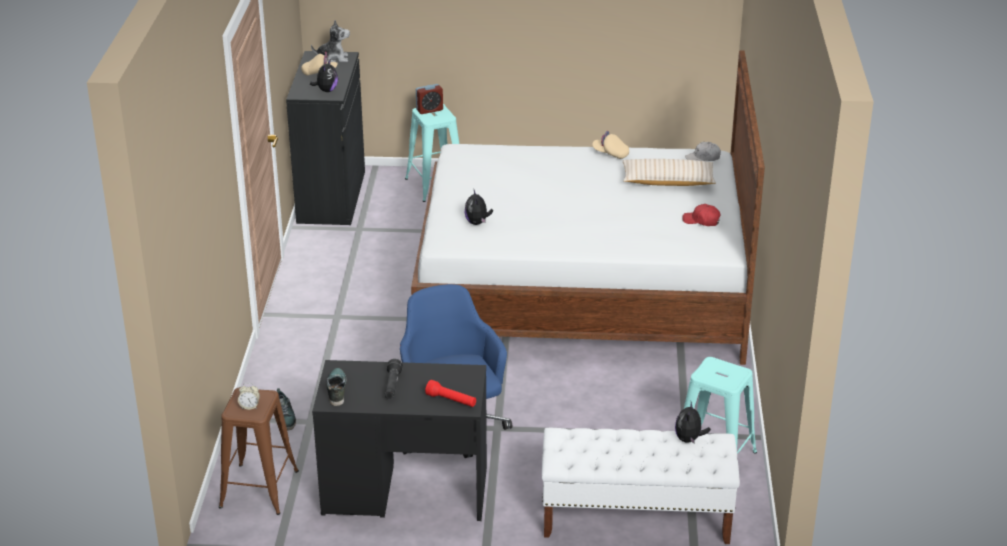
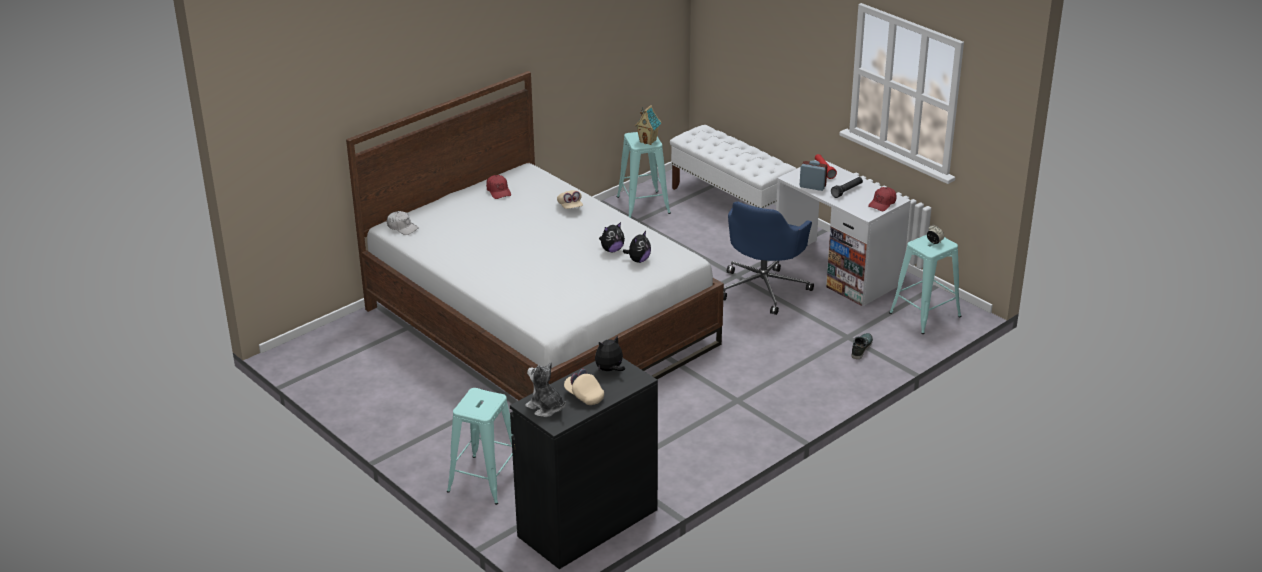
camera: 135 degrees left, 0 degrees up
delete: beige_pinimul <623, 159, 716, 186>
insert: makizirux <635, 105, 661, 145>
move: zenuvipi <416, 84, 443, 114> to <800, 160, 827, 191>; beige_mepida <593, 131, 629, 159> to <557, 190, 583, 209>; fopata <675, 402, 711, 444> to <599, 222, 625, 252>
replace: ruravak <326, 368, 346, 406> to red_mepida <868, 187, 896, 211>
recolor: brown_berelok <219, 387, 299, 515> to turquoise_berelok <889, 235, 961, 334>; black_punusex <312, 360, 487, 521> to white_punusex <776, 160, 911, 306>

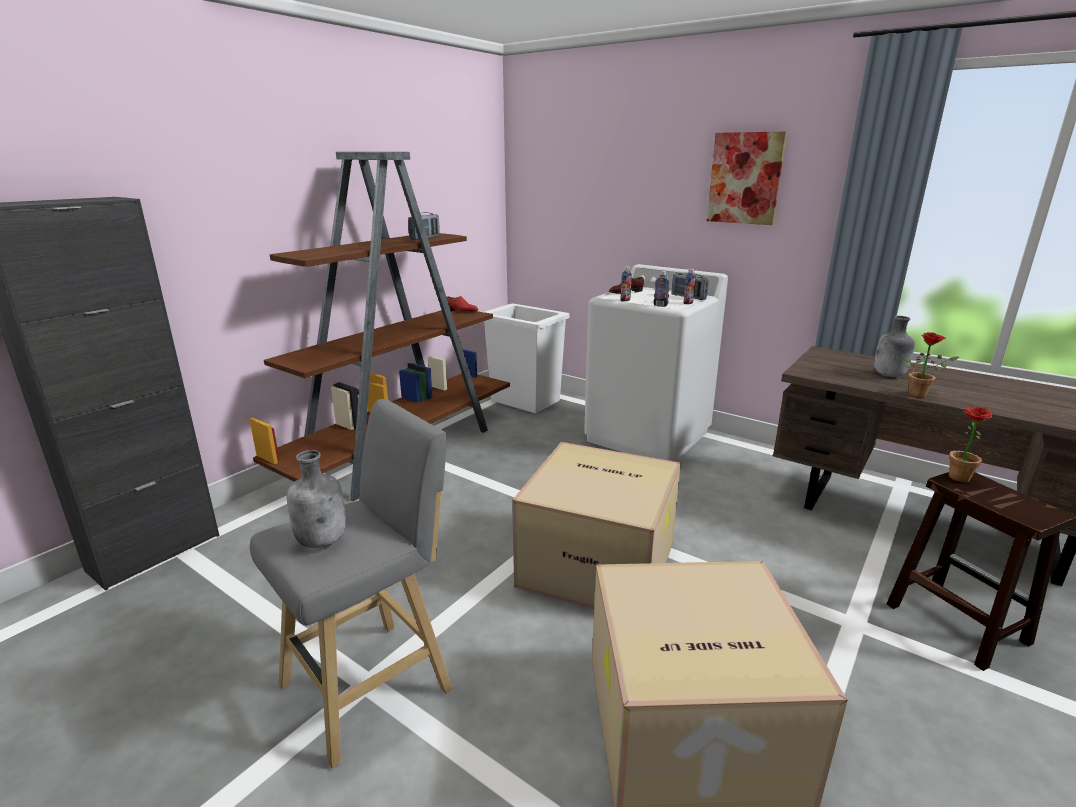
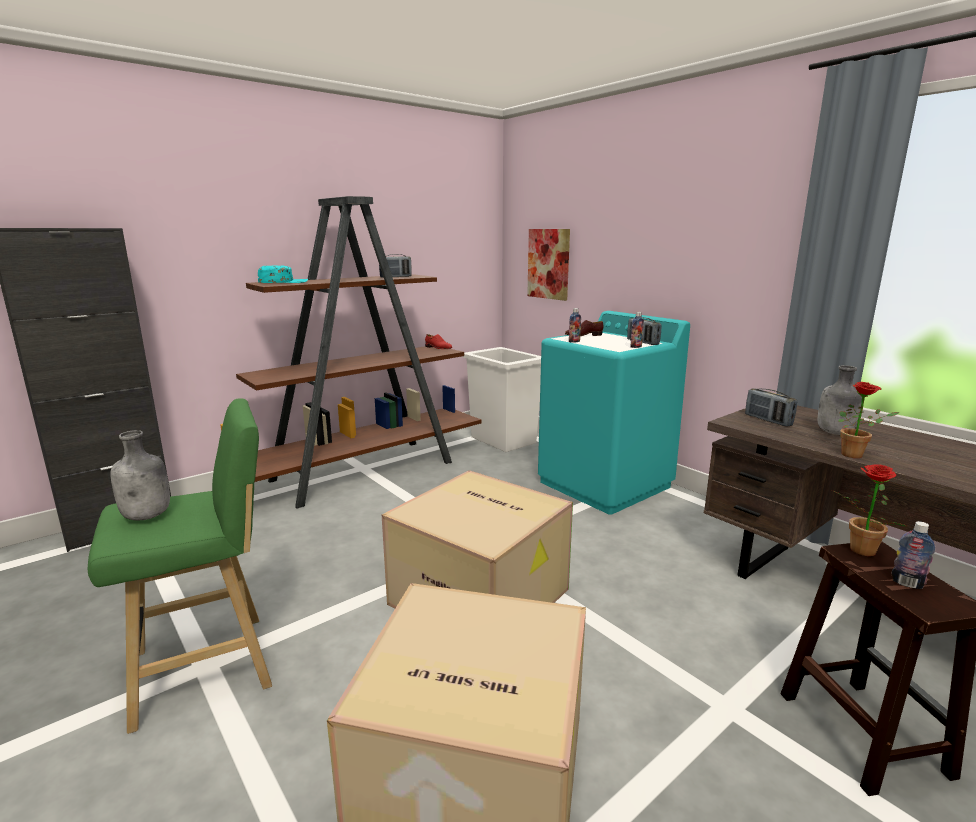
camera: 15 degrees right, 5 degrees down
insert: turquoise_mepida <258, 265, 308, 283>; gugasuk <745, 388, 797, 427>
move: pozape <653, 271, 670, 307> to <892, 521, 935, 589>; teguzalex <707, 131, 787, 225> to <527, 229, 570, 301>
recolor: grey_berelok <250, 399, 453, 769> to green_berelok <88, 398, 272, 734>; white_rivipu <584, 264, 728, 462> to turquoise_rivipu <538, 311, 690, 515>

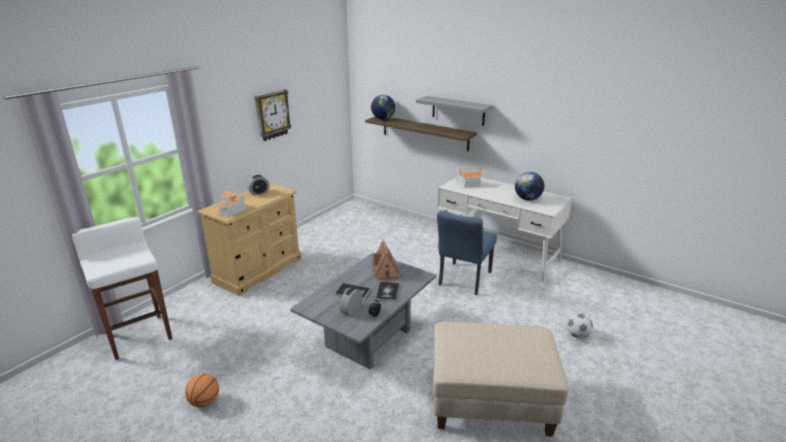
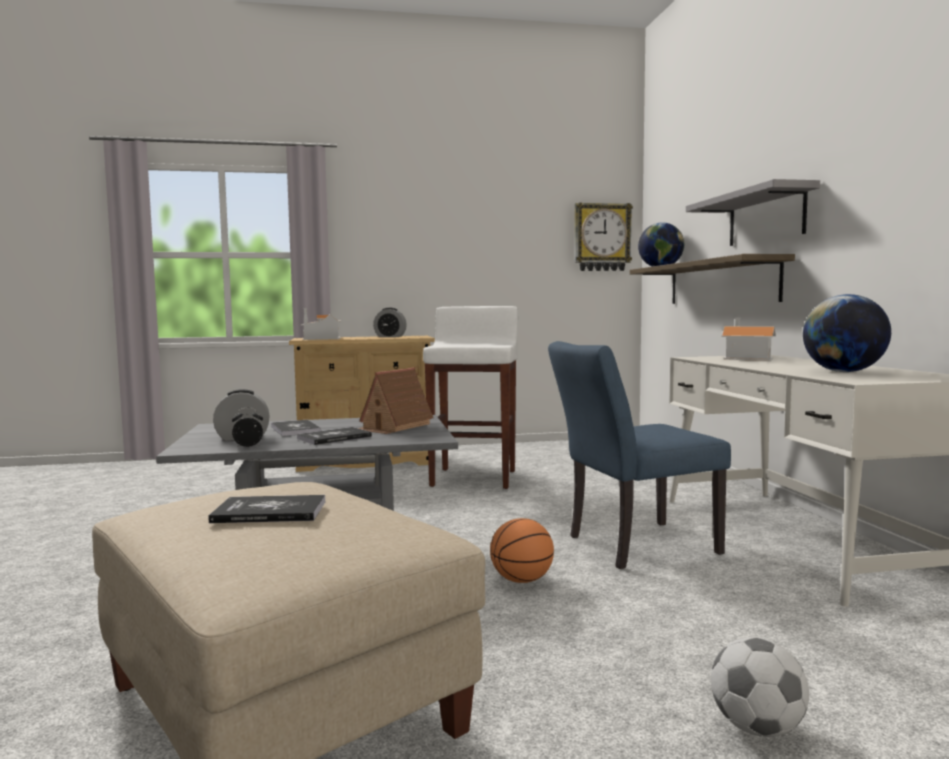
camera: 45 degrees right, 20 degrees down
insert: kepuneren <208, 495, 326, 523>
move: white_berelok <72, 217, 172, 360> to <423, 306, 518, 489>; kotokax <185, 374, 219, 407> to <490, 518, 554, 583>; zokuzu <255, 89, 292, 141> to <574, 202, 633, 271>

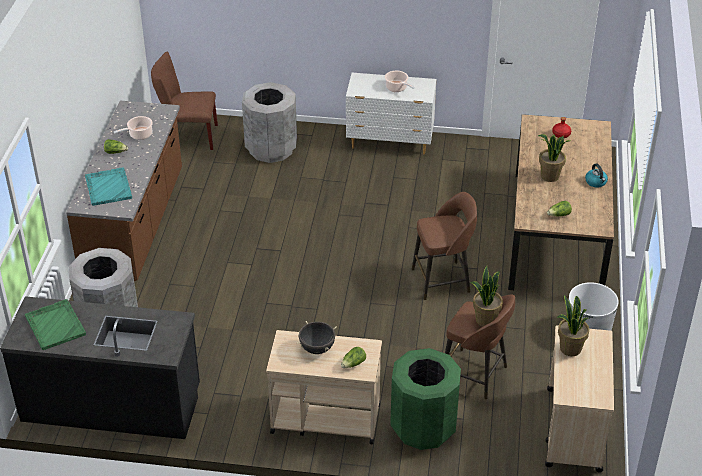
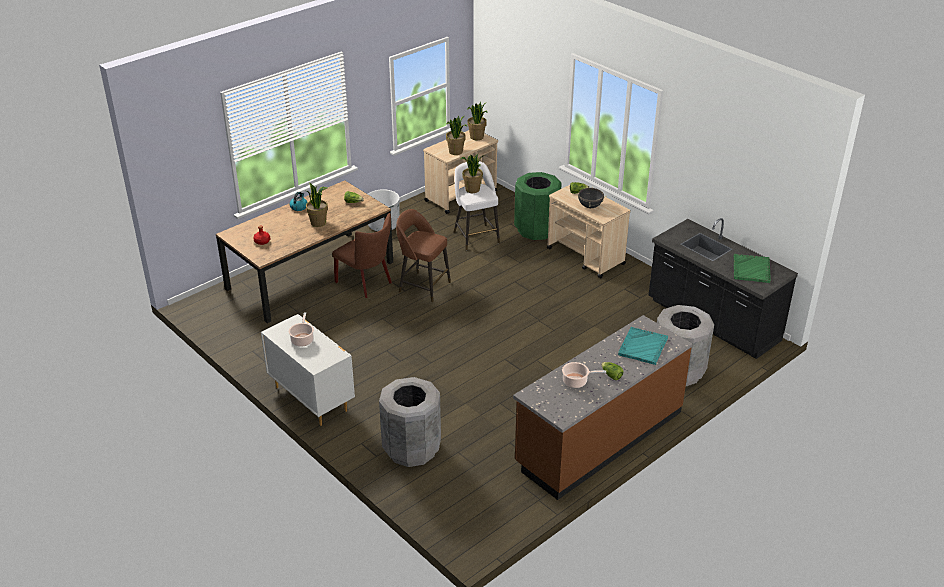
camera: 140 degrees left, 5 degrees down
insert: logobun <467, 102, 488, 140>
move: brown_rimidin <151, 51, 218, 150> to <332, 213, 392, 298>
recolor: brown_berelok <445, 295, 515, 399> to white_berelok <454, 161, 500, 250>

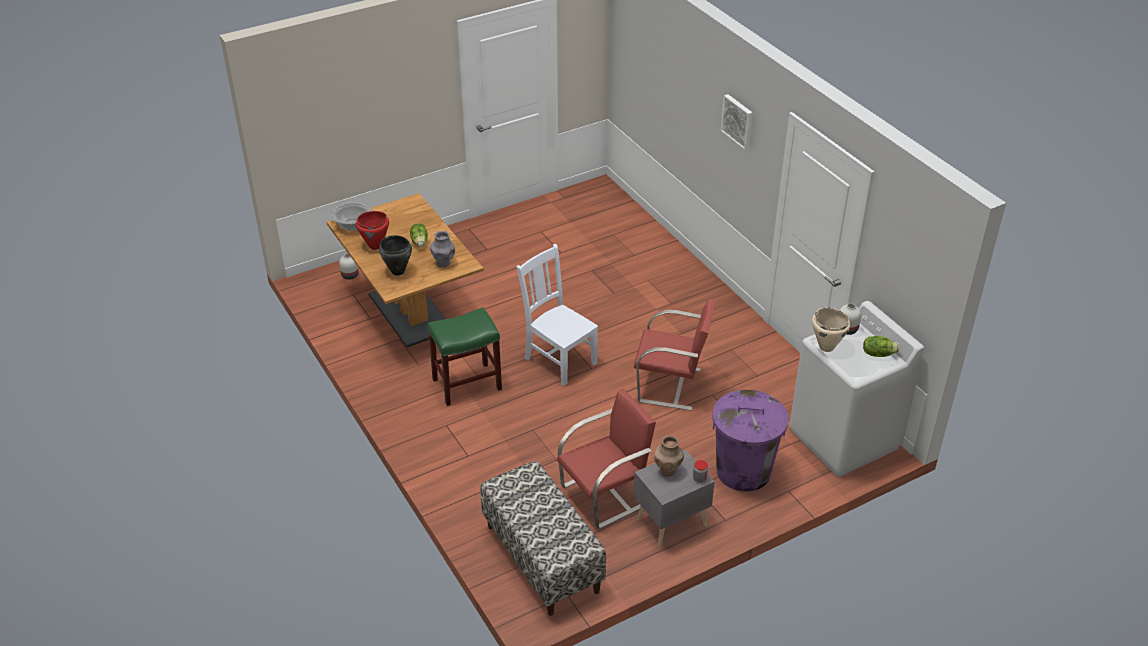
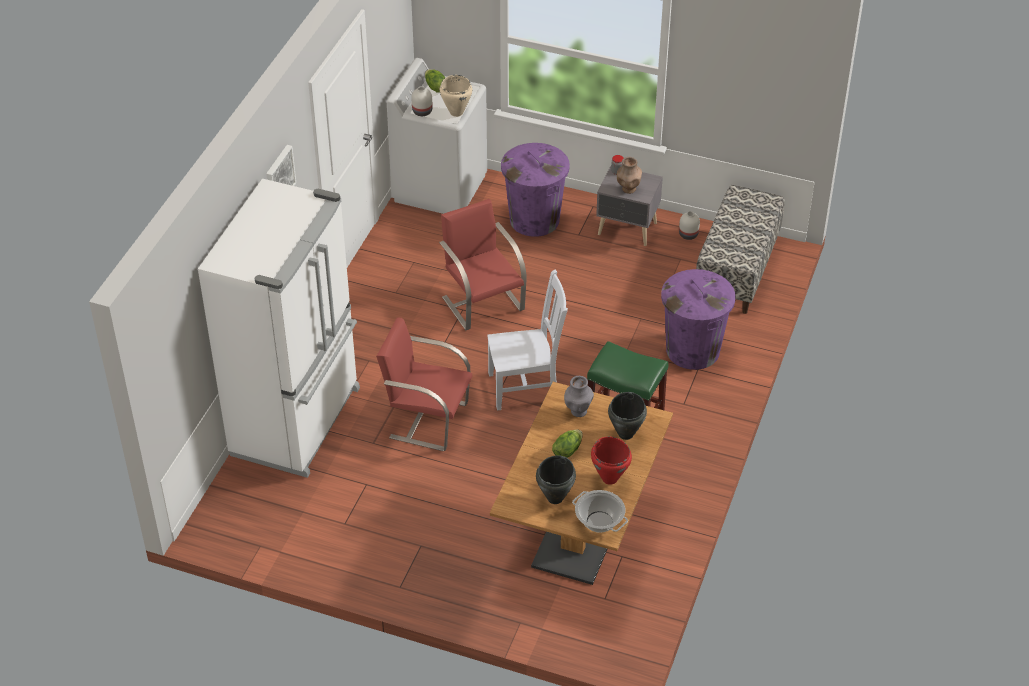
camera: 130 degrees left, 5 degrees up
insert: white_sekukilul <198, 178, 360, 478>; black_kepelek <536, 455, 576, 504>; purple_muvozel <661, 269, 736, 370>
move: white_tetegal <339, 253, 359, 280> to <679, 211, 700, 240>; red_rimidin <557, 389, 656, 529> to <376, 318, 472, 451>
rotate: white_rimidin <517, 244, 598, 386> = <487, 269, 568, 411> 105 degrees counterclockwise

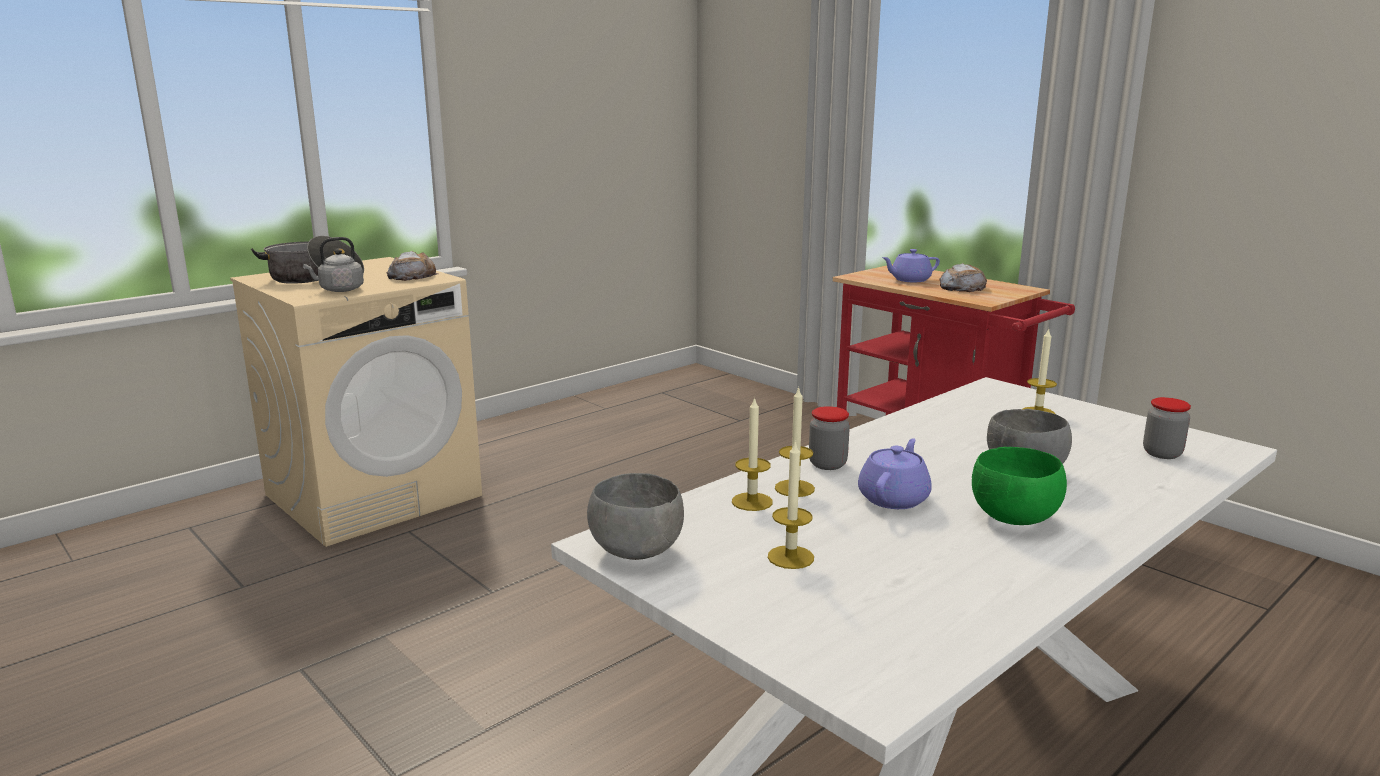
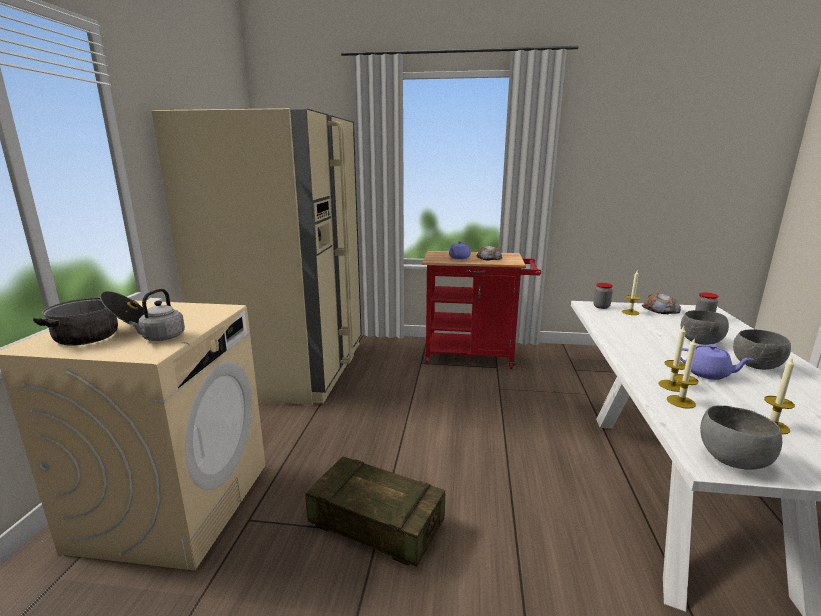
camera: 40 degrees left, 0 degrees up
insert: beige_sekukilul <152, 108, 362, 405>; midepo <305, 456, 445, 567>
move: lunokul <386, 251, 438, 281> to <642, 293, 681, 314>; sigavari <809, 406, 850, 470> to <593, 283, 613, 309>
recolor: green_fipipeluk <972, 447, 1067, 525> to grey_fipipeluk <733, 329, 791, 370>
rotate: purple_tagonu <858, 438, 932, 509> = <680, 344, 754, 380> 135 degrees clockwise

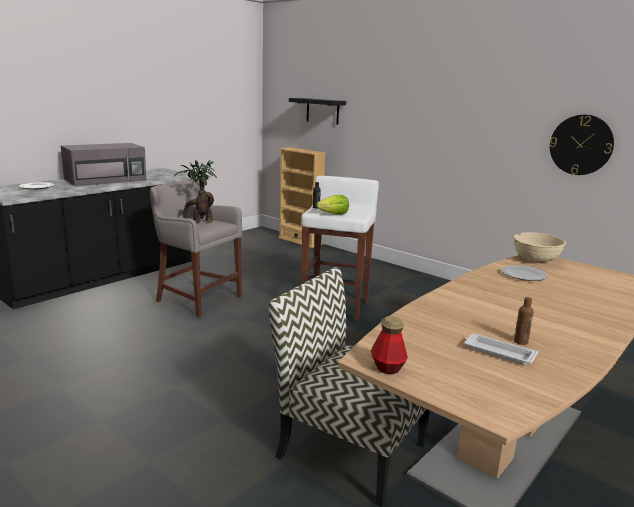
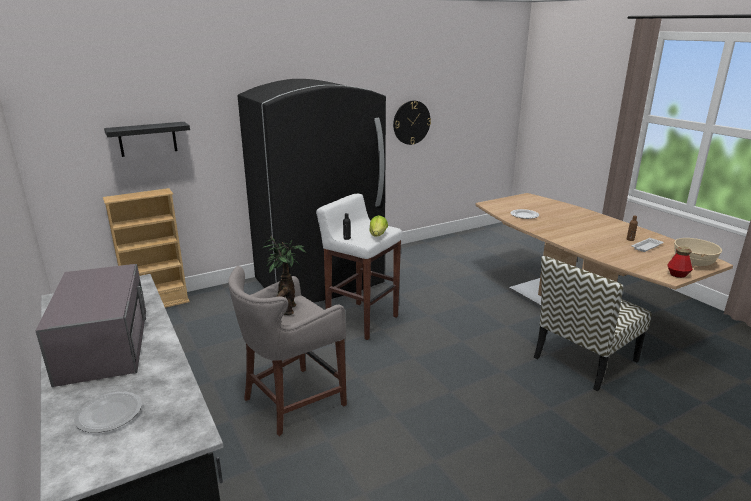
camera: 70 degrees left, 5 degrees up
insert: black_sekukilul <238, 79, 386, 303>
move: beige_fipipeluk <514, 232, 566, 263> to <674, 238, 722, 266>

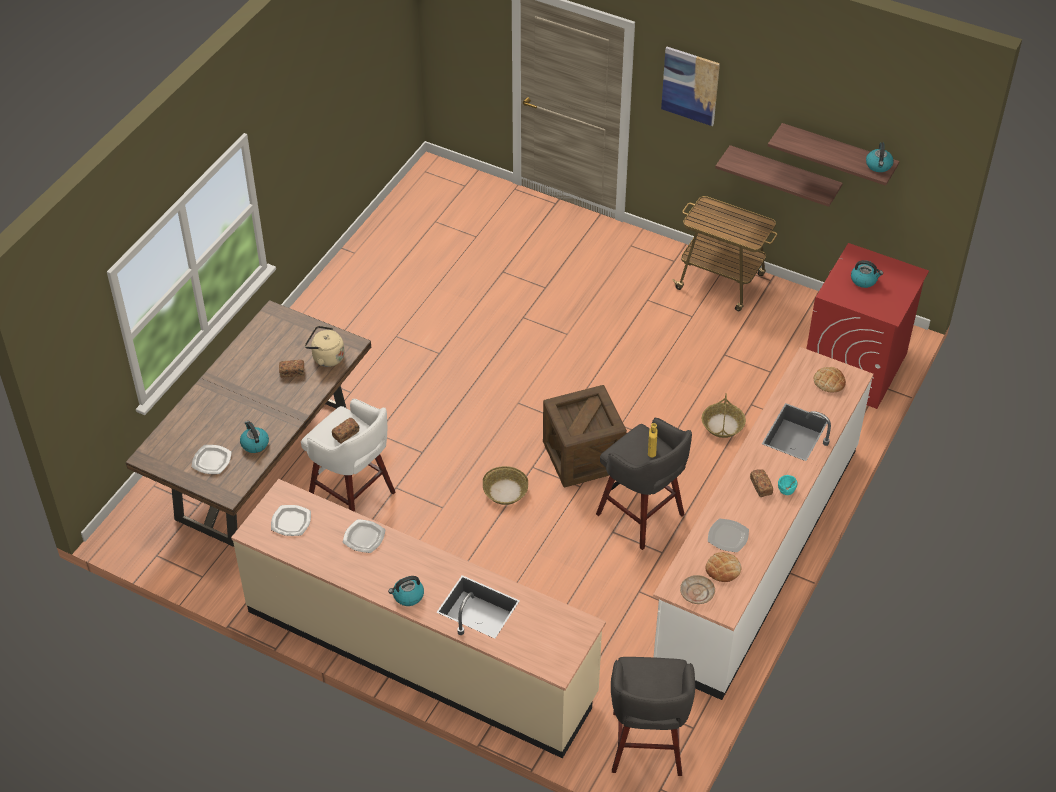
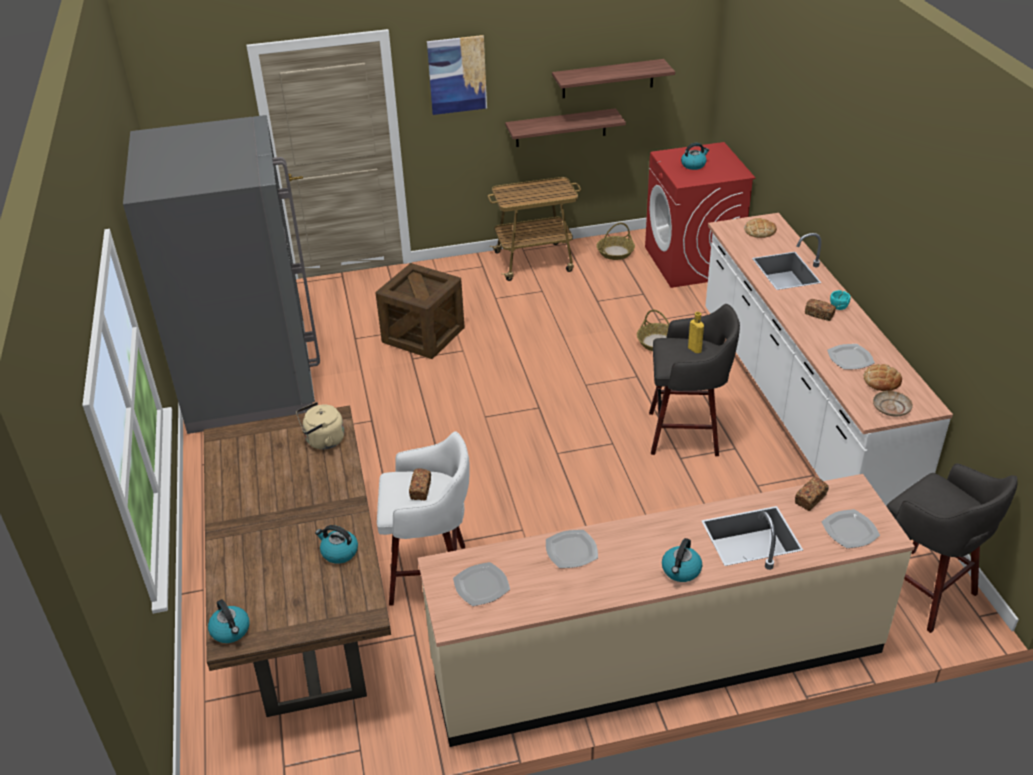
camera: 40 degrees left, 10 degrees down
insert: grey_sekukilul <123, 115, 320, 434>
move: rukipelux <191, 445, 232, 474> to <822, 509, 880, 548>; lunokul <279, 360, 305, 378> to <795, 477, 829, 511>; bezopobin <483, 466, 528, 505> to <596, 223, 635, 260>; midepo <543, 385, 627, 487> to <375, 263, 465, 359>; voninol <866, 142, 894, 172> to <208, 599, 249, 643>

